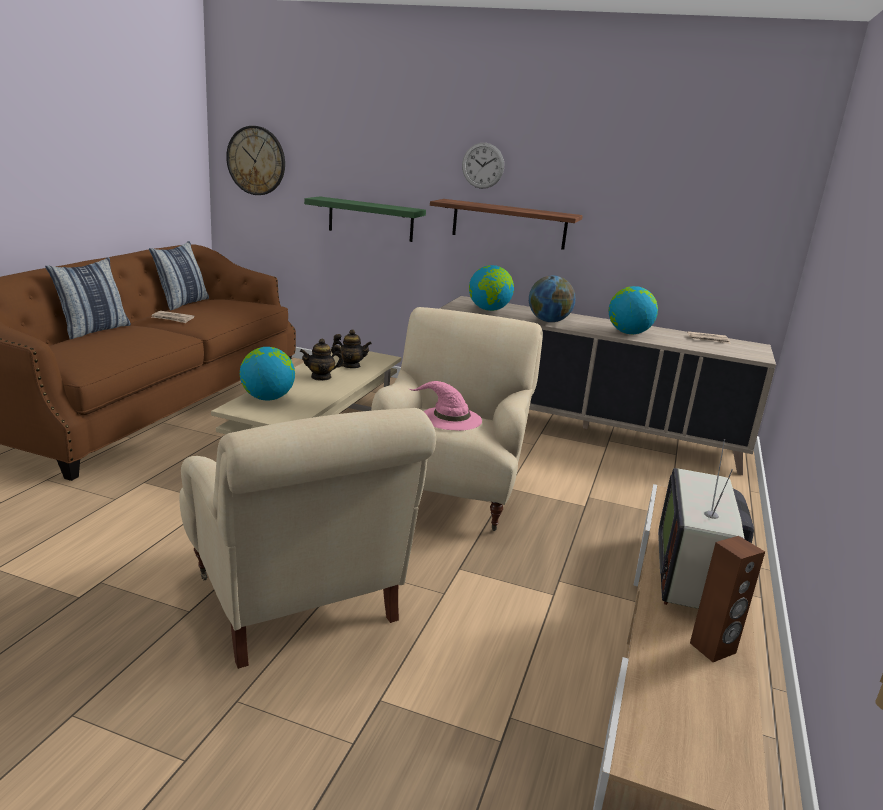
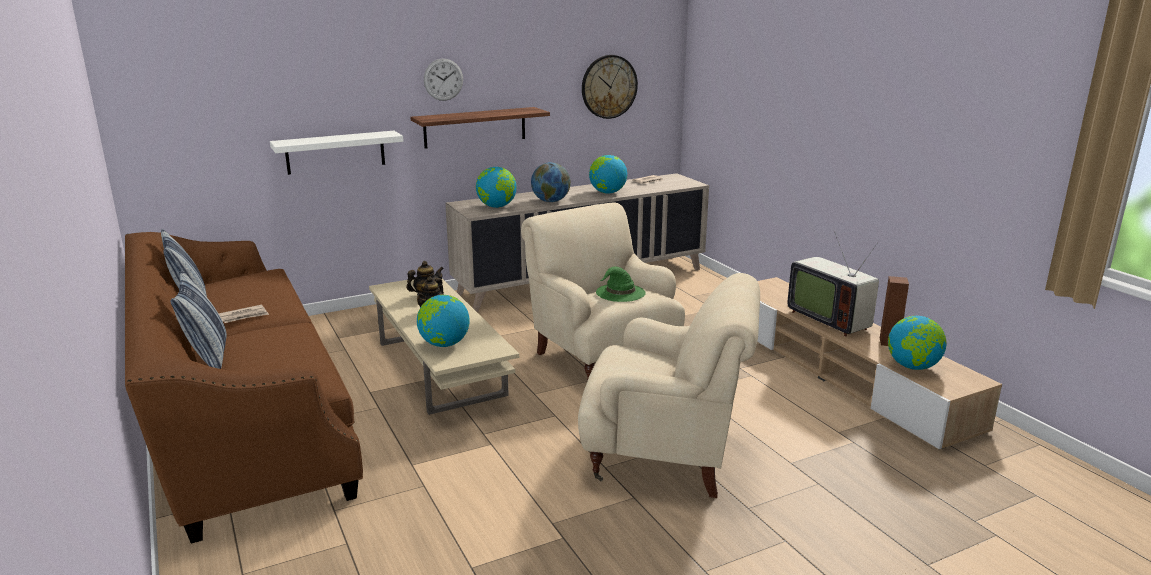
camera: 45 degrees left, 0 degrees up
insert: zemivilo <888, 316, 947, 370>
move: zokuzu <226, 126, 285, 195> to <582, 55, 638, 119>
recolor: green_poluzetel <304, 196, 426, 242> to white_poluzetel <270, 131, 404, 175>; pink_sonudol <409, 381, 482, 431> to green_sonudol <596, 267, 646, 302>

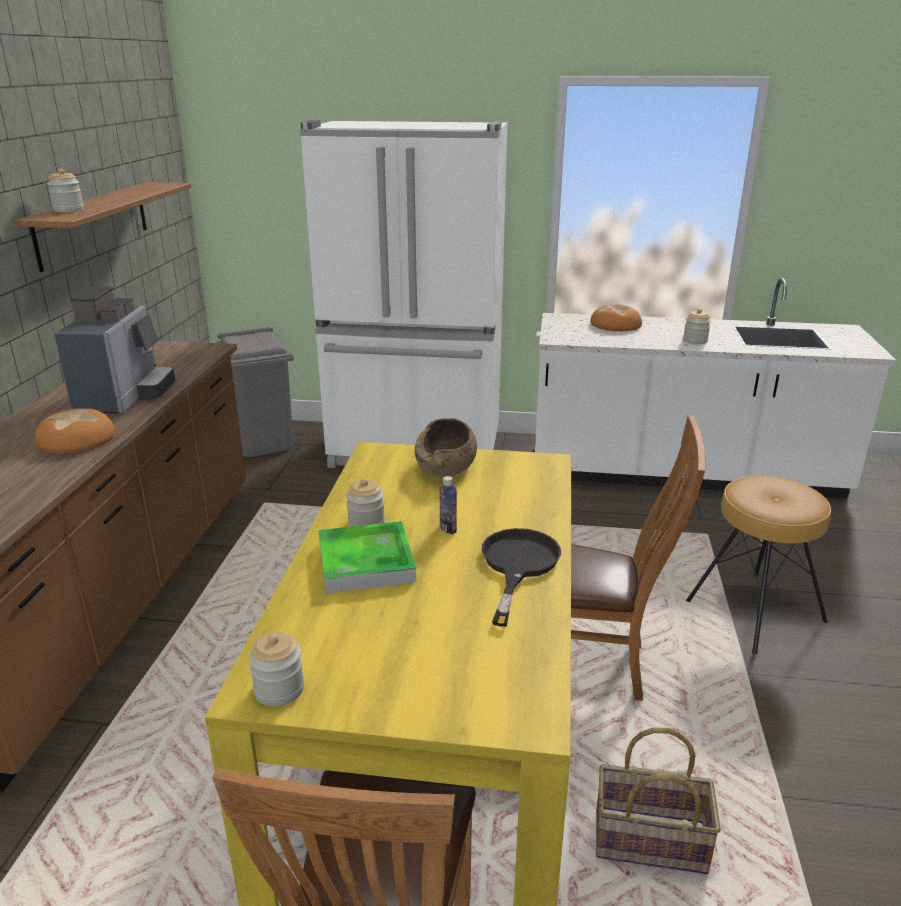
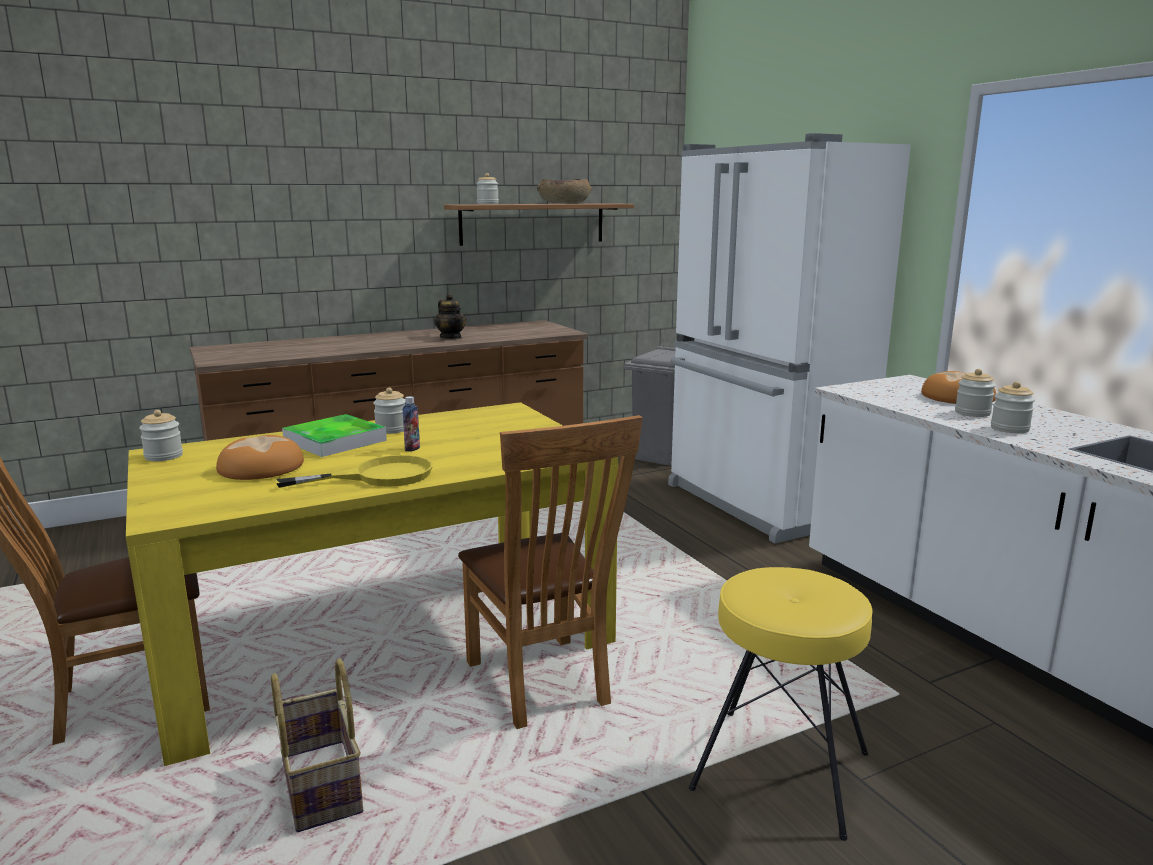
camera: 55 degrees right, 10 degrees down
insert: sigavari <955, 369, 996, 417>
move: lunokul <35, 408, 115, 454> to <216, 435, 304, 480>; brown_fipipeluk <415, 418, 477, 477> to <537, 179, 592, 204>
replace: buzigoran <54, 286, 175, 413> to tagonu <434, 293, 466, 339>
recolor: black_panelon <482, 528, 561, 627> to yellow_panelon <275, 455, 433, 488>; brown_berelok <686, 476, 831, 654> to yellow_berelok <689, 567, 873, 841>

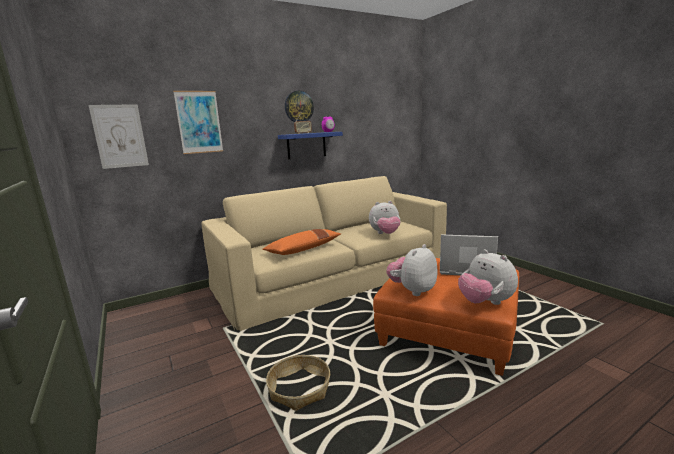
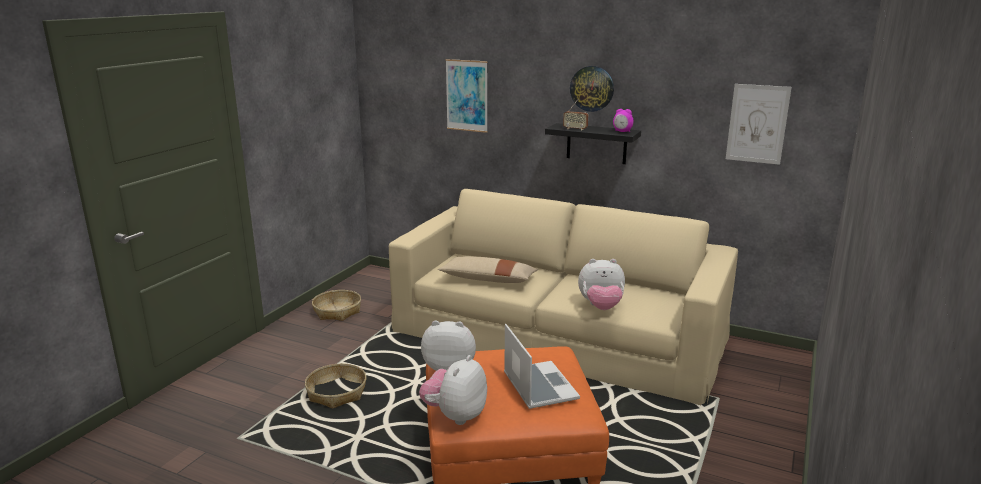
camera: 55 degrees right, 5 degrees up
insert: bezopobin <312, 290, 361, 321>
move: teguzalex <89, 104, 149, 169> to <726, 84, 792, 165>
recolor: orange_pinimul <262, 229, 341, 255> to beige_pinimul <438, 256, 538, 283>; blue_poluzetel <278, 132, 343, 159> to black_poluzetel <545, 123, 641, 164>
rotate: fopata <369, 201, 400, 234> = <578, 259, 625, 310> 45 degrees counterclockwise

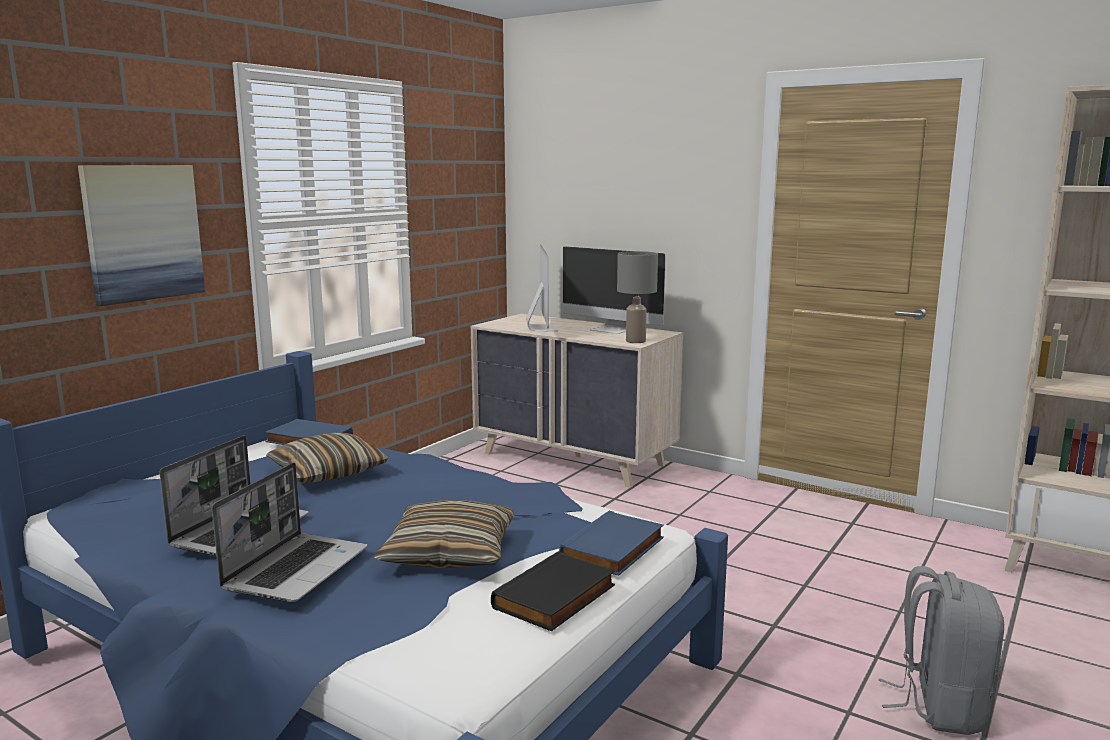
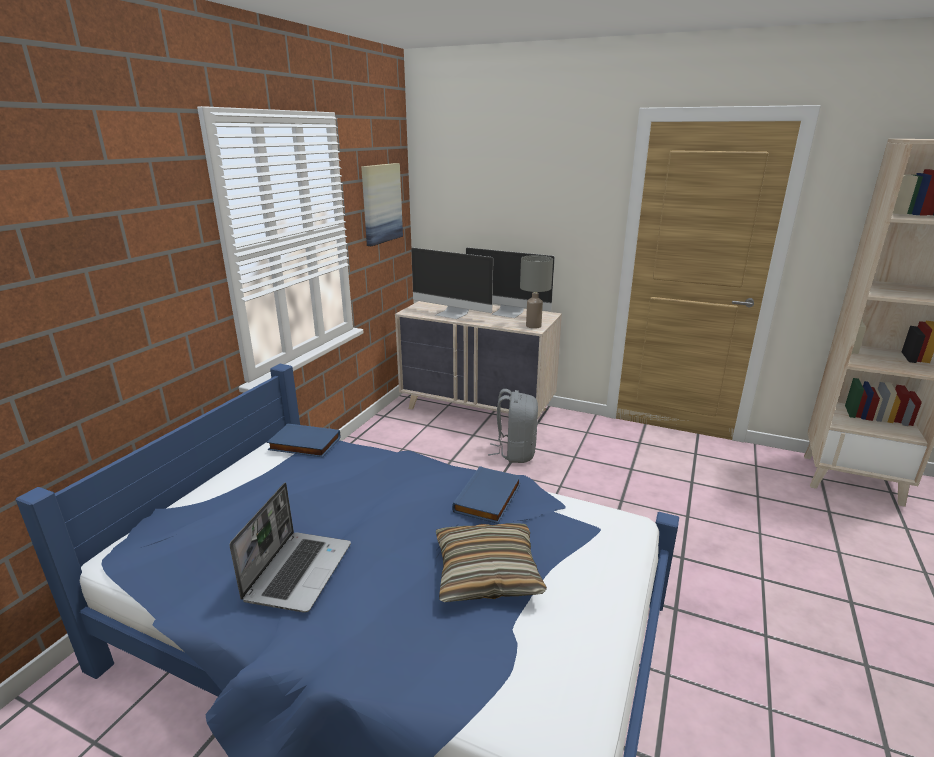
camera: 10 degrees left, 10 degrees up
delete: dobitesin <212, 462, 367, 602>; pinimul <266, 432, 389, 483>; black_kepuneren <491, 551, 615, 631>
move: teguzalex <78, 165, 205, 306> to <361, 163, 403, 246>; blue_kepuneren <559, 511, 664, 576> to <452, 466, 521, 524>; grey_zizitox <879, 566, 1004, 735> to <488, 389, 538, 463>
rotate: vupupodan <526, 244, 558, 332> = <411, 248, 493, 319> 135 degrees clockwise

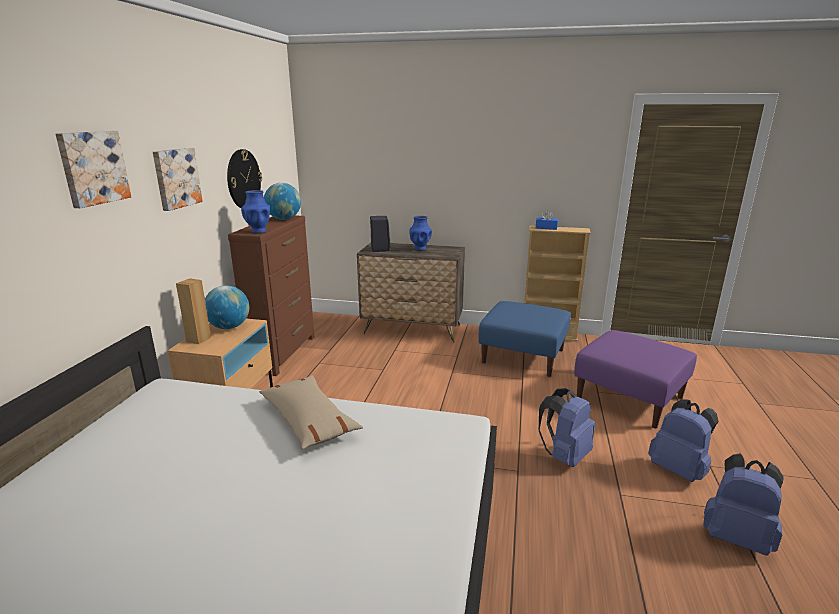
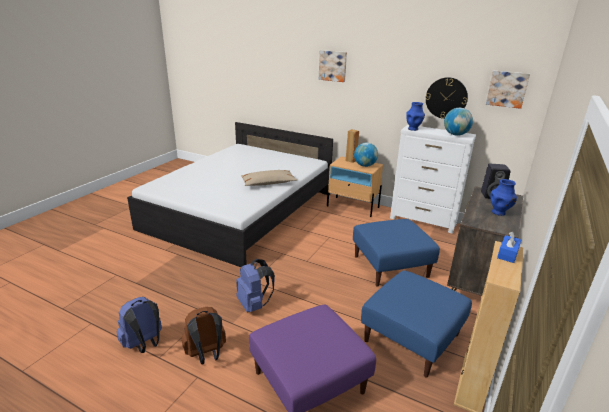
camera: 105 degrees right, 5 degrees up
insert: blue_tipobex <353, 219, 440, 287>
move: teguzalex <153, 148, 203, 211> to <486, 71, 530, 109>
recolor: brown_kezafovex <228, 215, 314, 376> to white_kezafovex <390, 124, 476, 234>; blue_zizitox <648, 399, 719, 482> to brown_zizitox <182, 307, 226, 365>

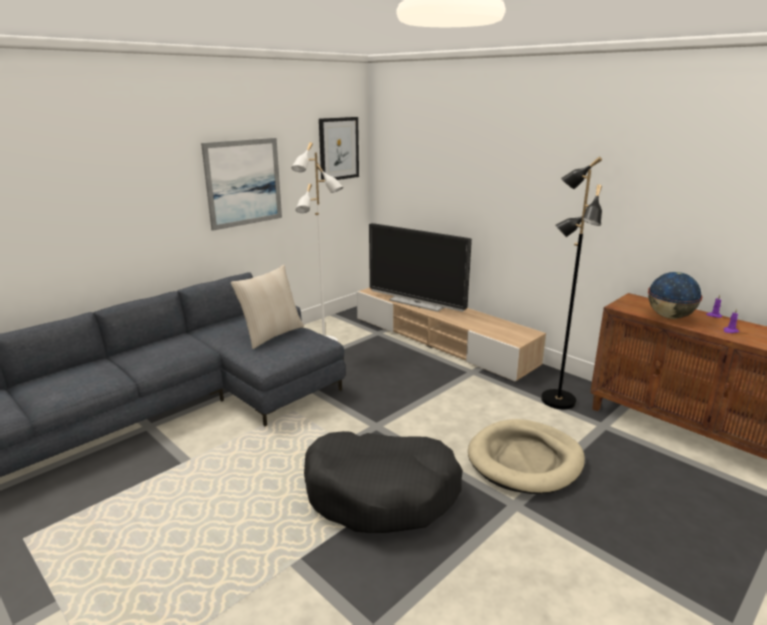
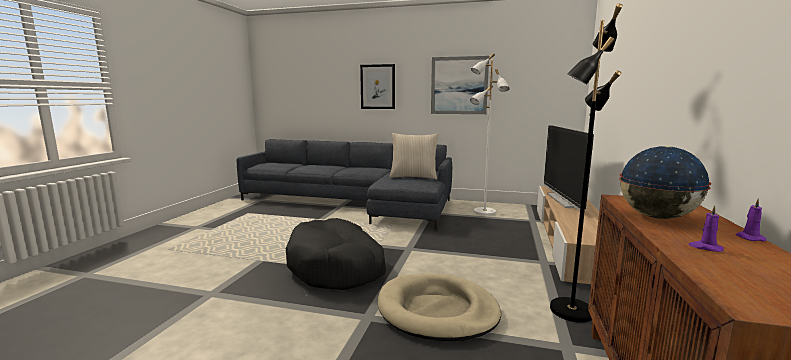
camera: 60 degrees right, 10 degrees down
move: teguzalex <319, 117, 359, 182> to <360, 64, 395, 109>

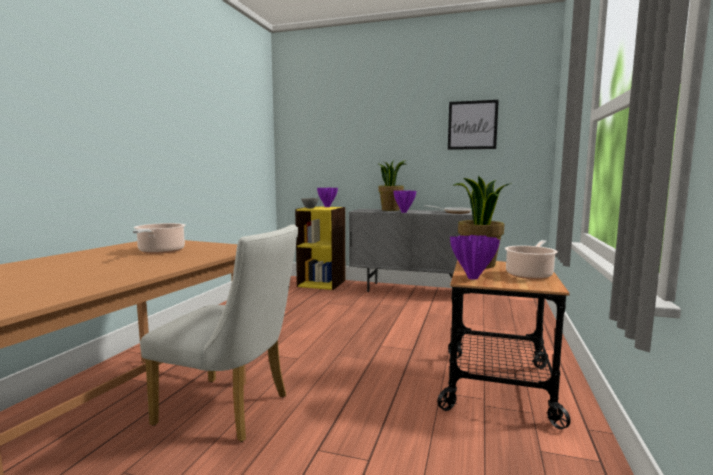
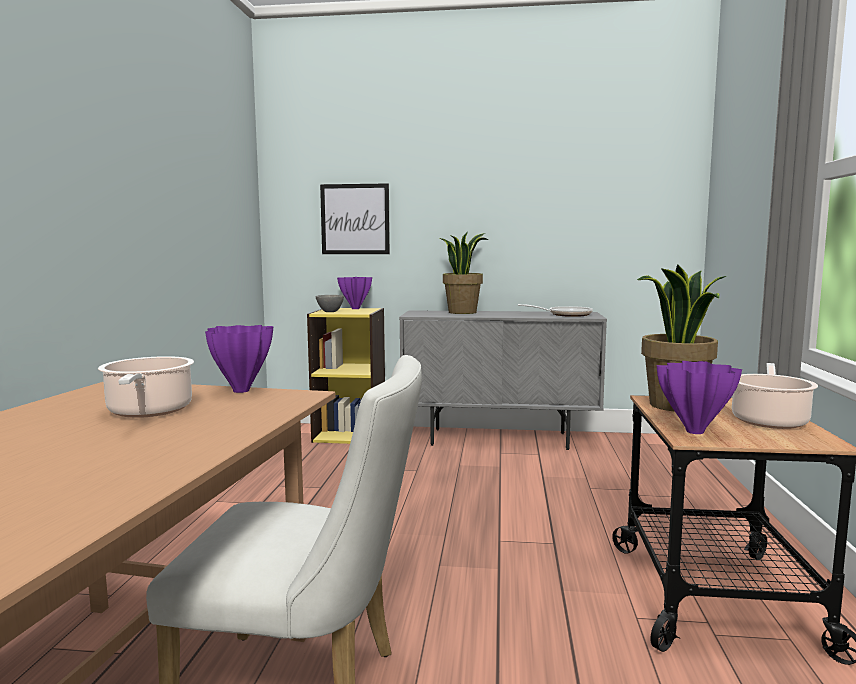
camera: 10 degrees left, 0 degrees up
move: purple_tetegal <393, 191, 416, 213> to <205, 325, 273, 393>; teguzalex <448, 100, 499, 150> to <320, 183, 390, 254>

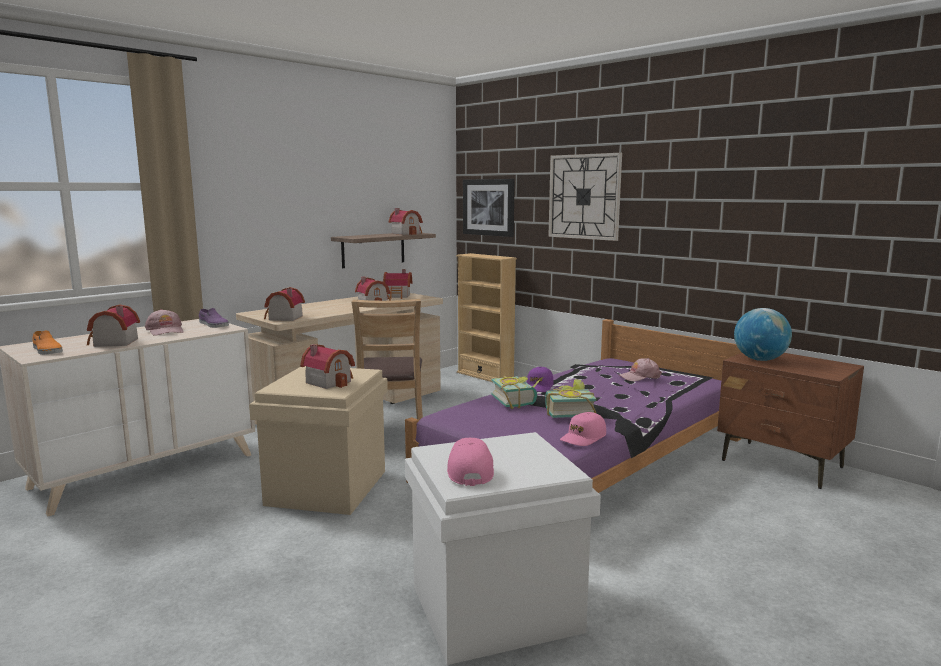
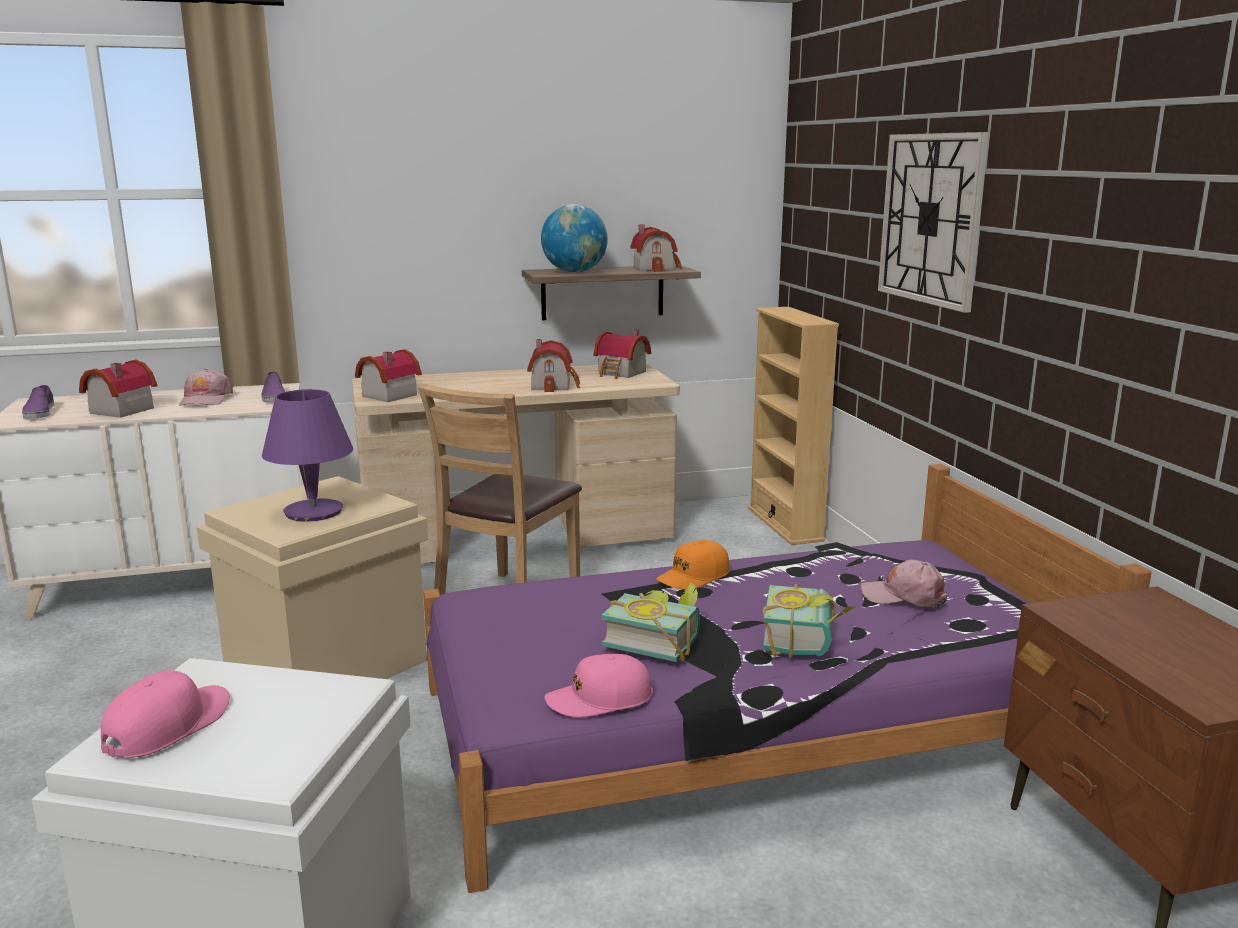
camera: 30 degrees right, 5 degrees up
delete: teguzalex <463, 179, 515, 237>
move: kepuneren <492, 376, 543, 409> to <763, 584, 856, 658>; zemivilo <734, 308, 792, 361> to <541, 204, 608, 273>
replace: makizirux <300, 344, 355, 389> to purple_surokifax <262, 389, 353, 522>
recolor: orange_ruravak <32, 331, 63, 355> to purple_ruravak <22, 385, 54, 419>; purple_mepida <527, 367, 554, 392> to orange_mepida <656, 540, 730, 590>

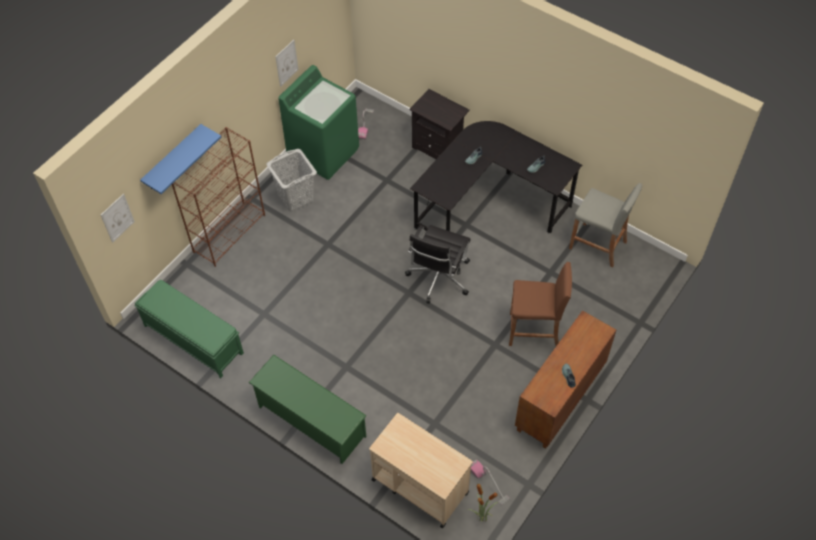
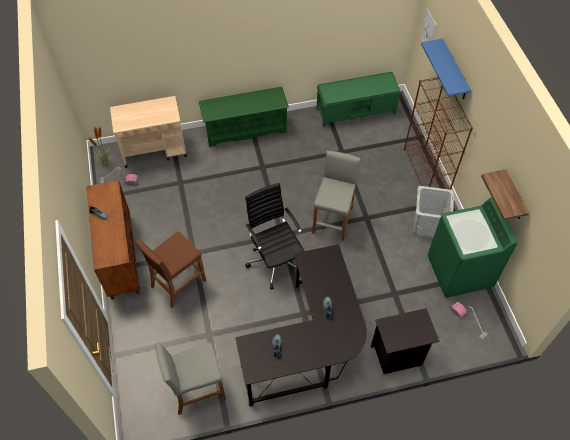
camera: 130 degrees right, 0 degrees up
insert: grey_berelok <312, 150, 361, 241>
replace: teguzalex <275, 40, 299, 87> to poluzetel <481, 169, 529, 220>

